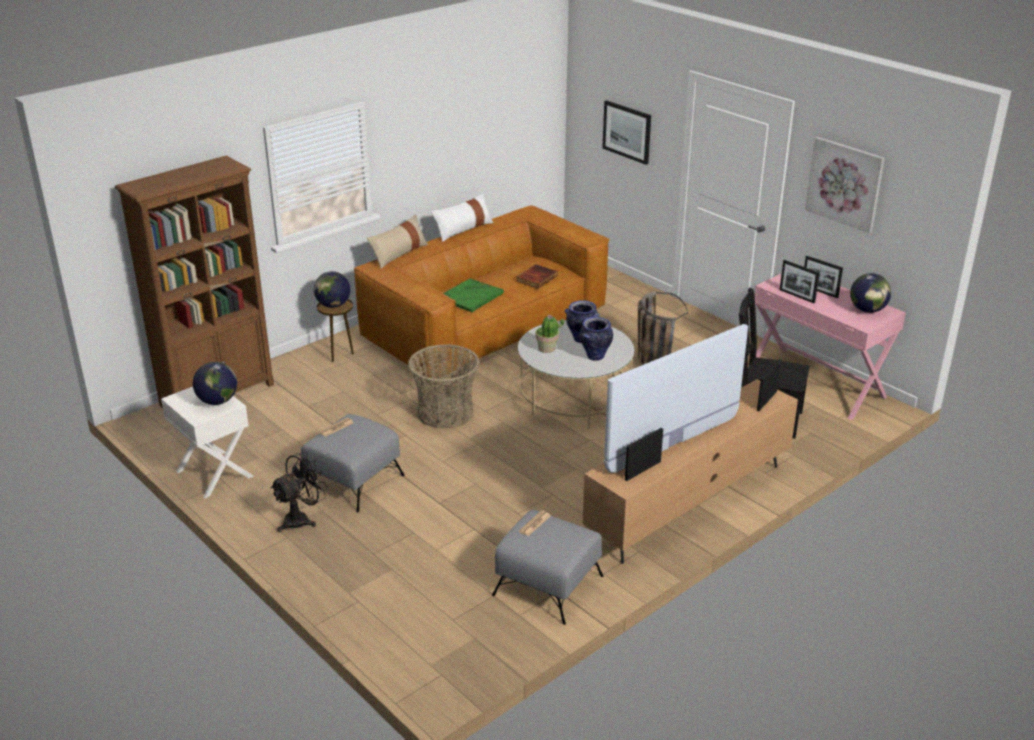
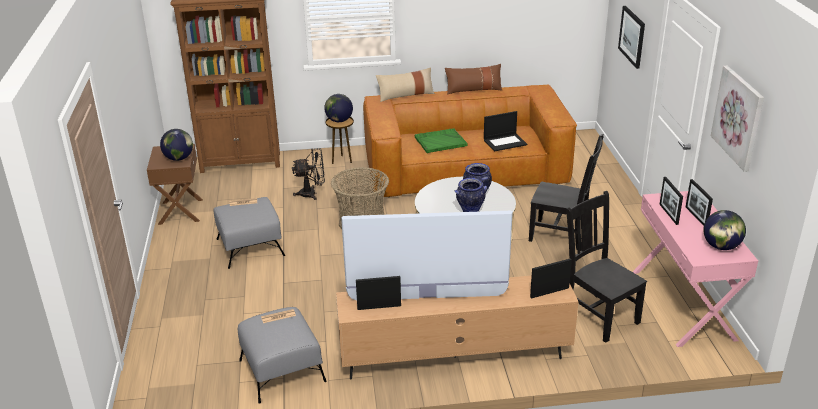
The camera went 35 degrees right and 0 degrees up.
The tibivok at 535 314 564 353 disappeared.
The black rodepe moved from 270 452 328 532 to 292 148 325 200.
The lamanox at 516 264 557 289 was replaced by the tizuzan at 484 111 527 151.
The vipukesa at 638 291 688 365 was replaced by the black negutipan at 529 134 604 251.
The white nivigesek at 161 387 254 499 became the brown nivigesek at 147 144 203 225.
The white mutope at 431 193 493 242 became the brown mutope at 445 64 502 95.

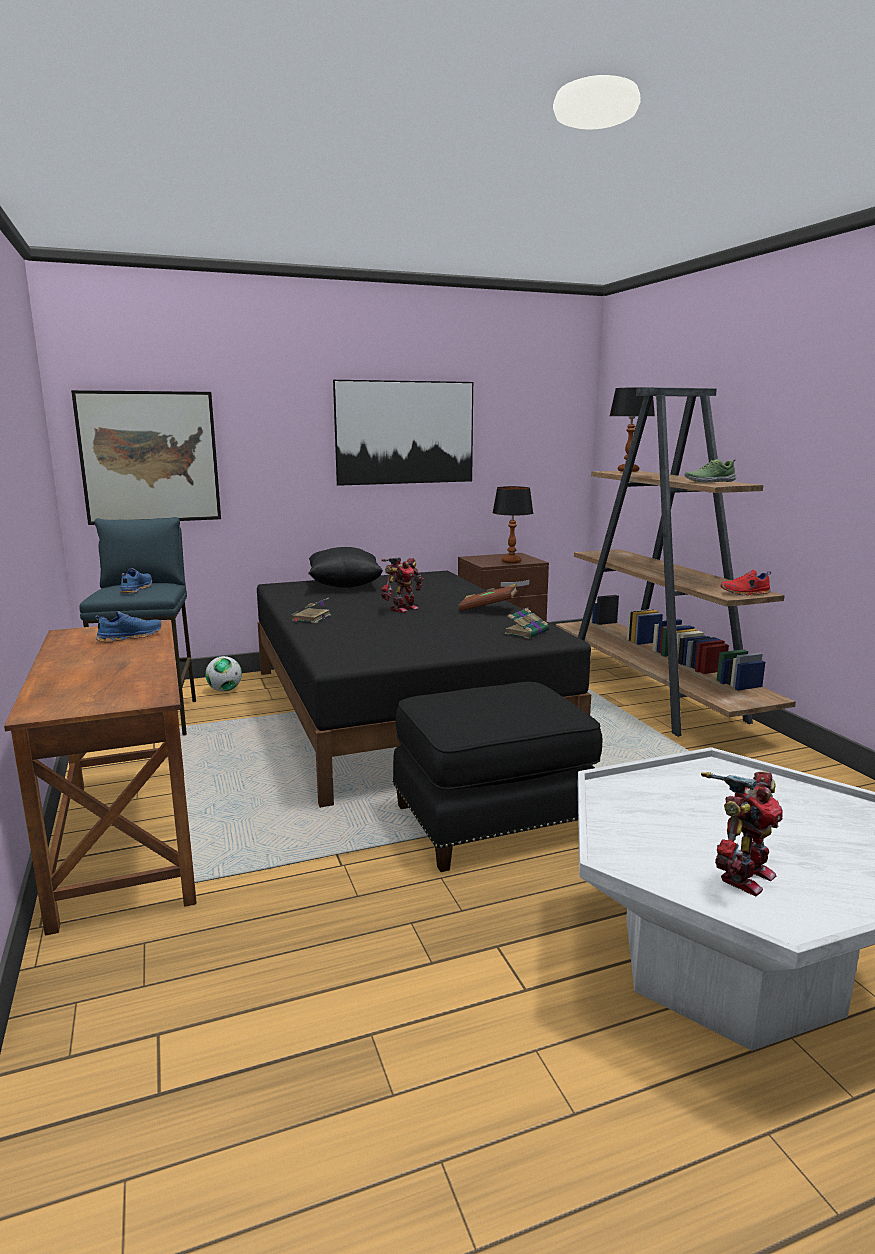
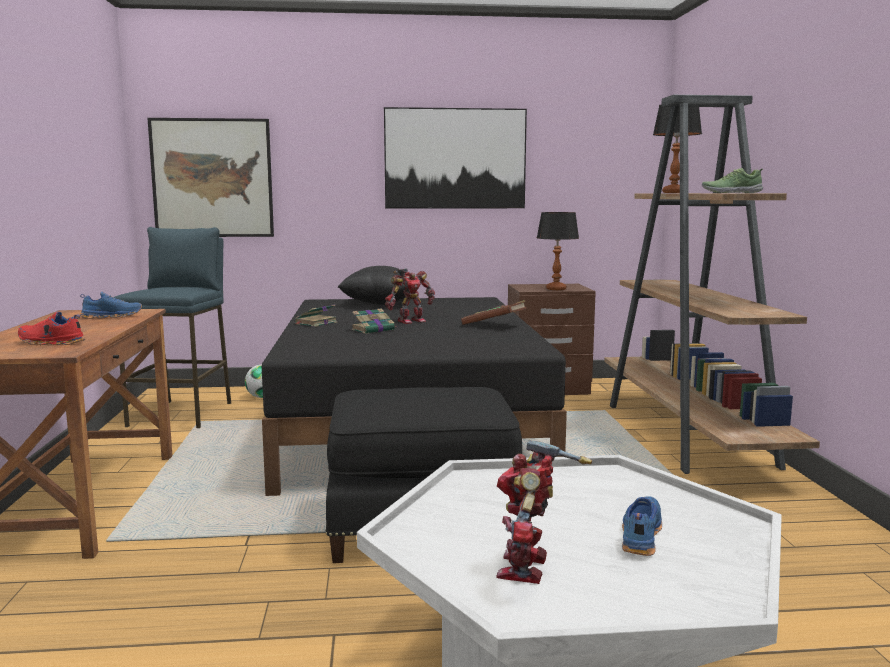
The camera went 15 degrees right and 5 degrees down.
The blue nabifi moved from 120 568 152 593 to 622 496 662 556.
The lamanox moved from 505 608 549 639 to 351 308 395 334.
The red nabifi moved from 721 570 771 595 to 18 312 85 345.
The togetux at 701 771 783 897 turned 135 degrees clockwise.

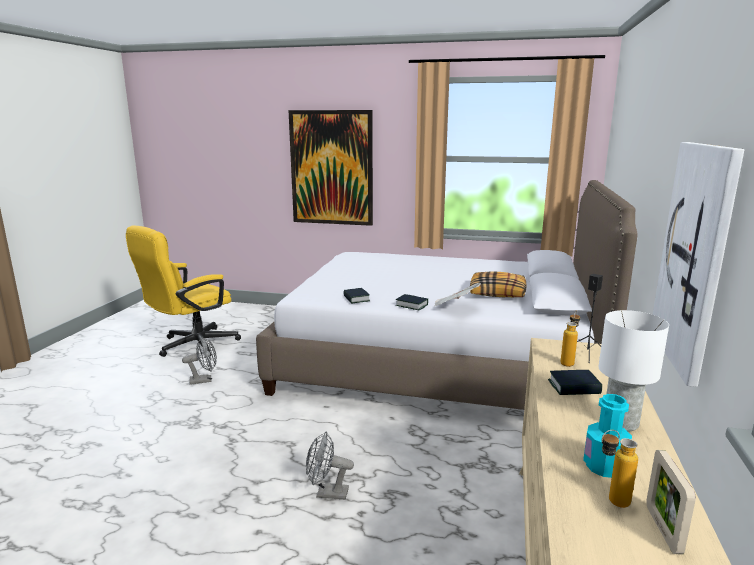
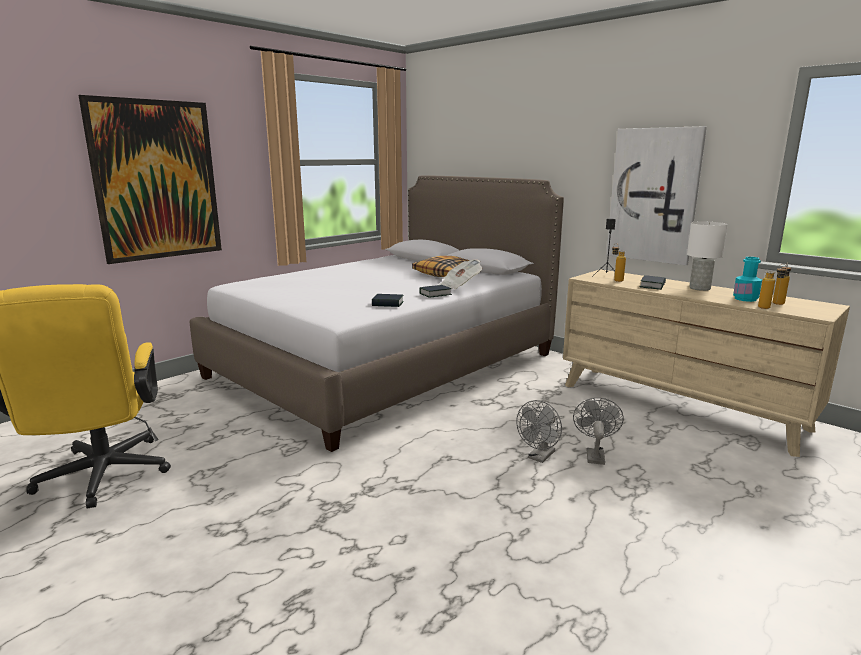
The camera went 60 degrees left and 0 degrees up.
The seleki at 646 450 696 555 disappeared.
The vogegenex at 758 264 787 309 appeared.
The grey rodepe moved from 182 337 217 385 to 573 398 624 465.

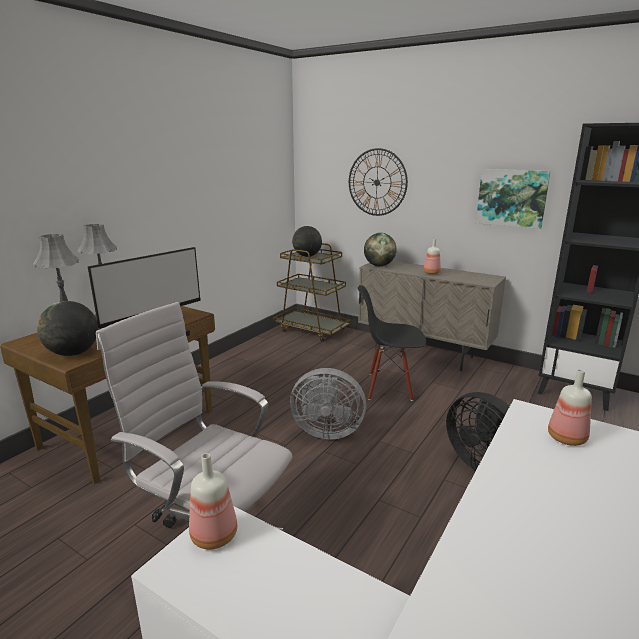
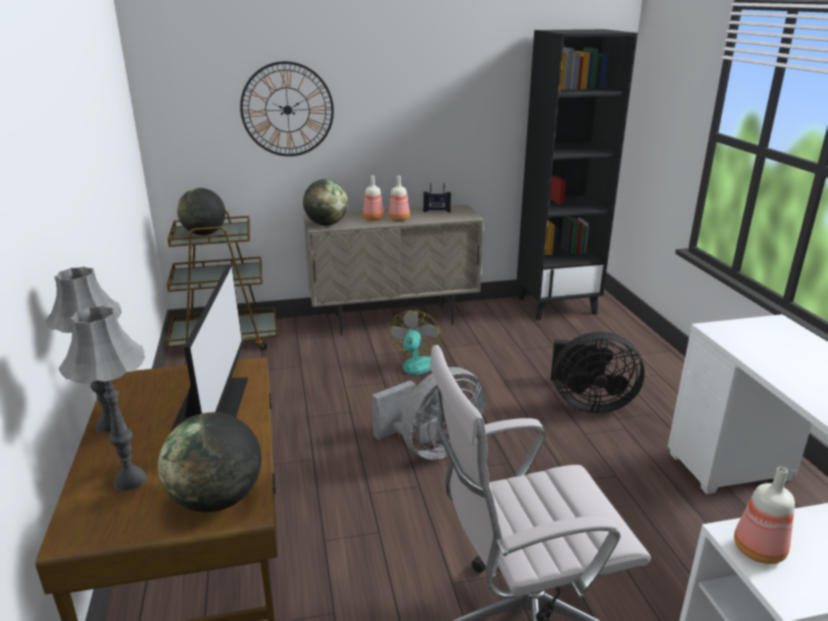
The camera went 45 degrees left and 5 degrees up.
The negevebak at 476 169 551 229 disappeared.
The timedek at 423 183 451 212 appeared.
The vogegenex moved from 548 369 592 446 to 363 176 384 221.
The black negutipan at 358 285 426 401 was replaced by the rodepe at 388 310 441 386.

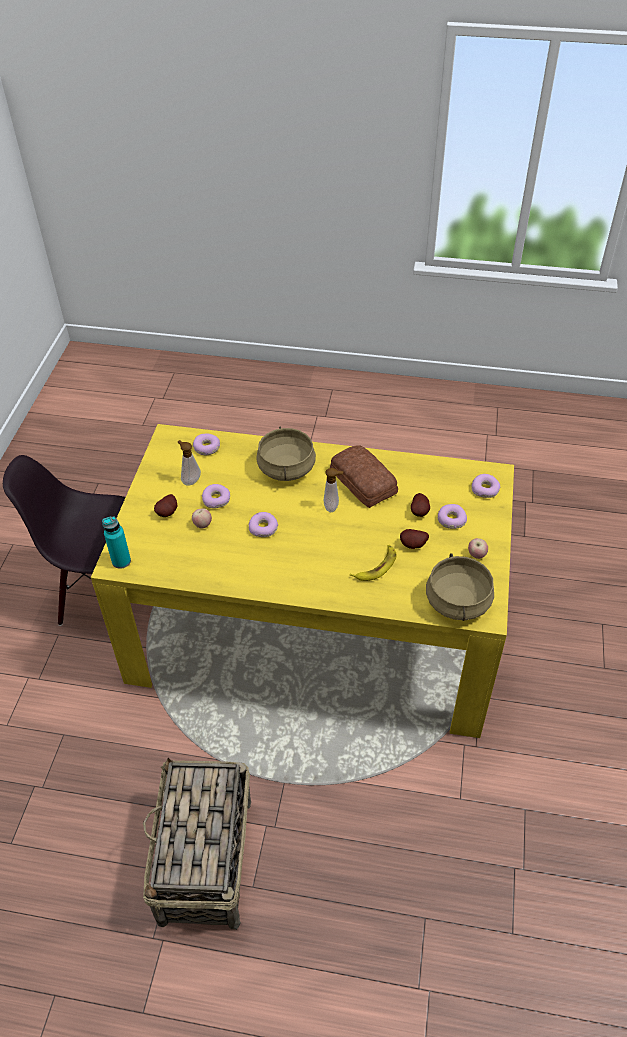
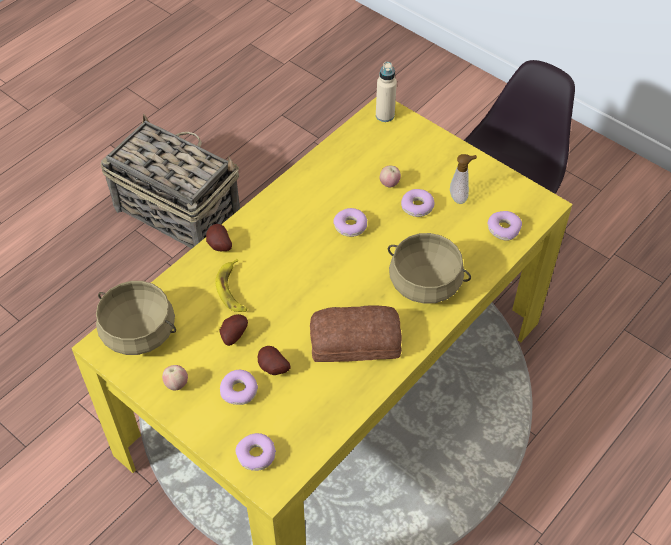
The camera went 120 degrees right and 5 degrees up.
The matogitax at 324 468 343 512 disappeared.
The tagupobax moved from 154 494 178 517 to 206 224 232 251.
The turquoise vogegenex at 102 516 131 569 became the beige vogegenex at 376 62 397 122.

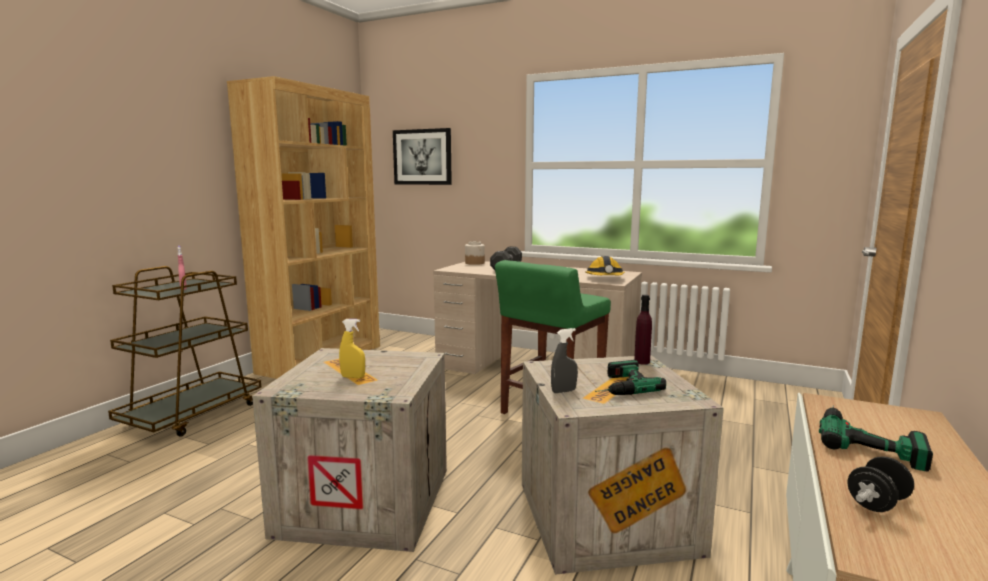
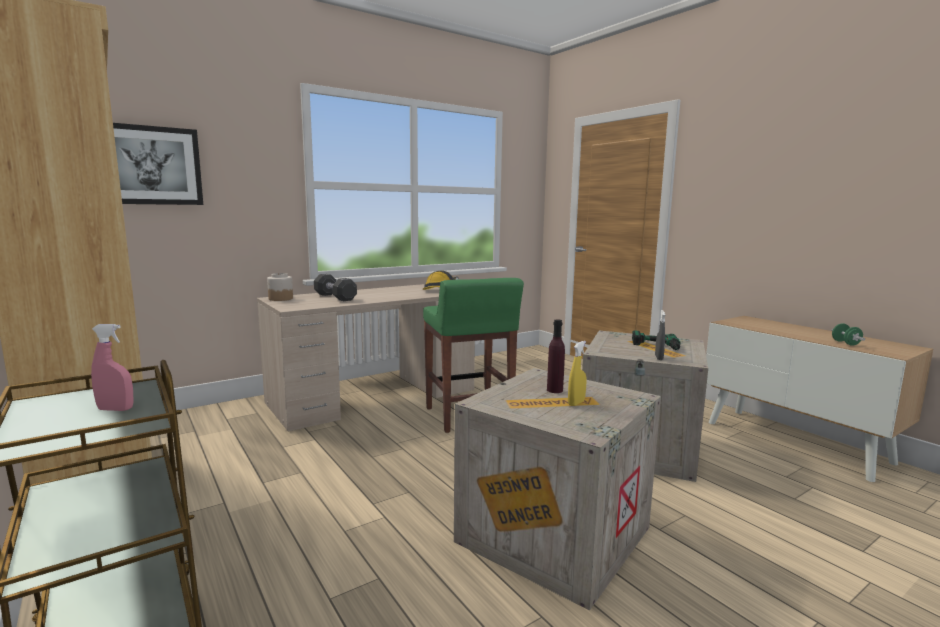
The camera went 60 degrees left and 0 degrees up.
The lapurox at 819 406 933 471 disappeared.
The purple vogegenex moved from 634 295 652 364 to 547 320 565 393.
The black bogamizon at 848 456 914 512 became the green bogamizon at 831 323 865 346.

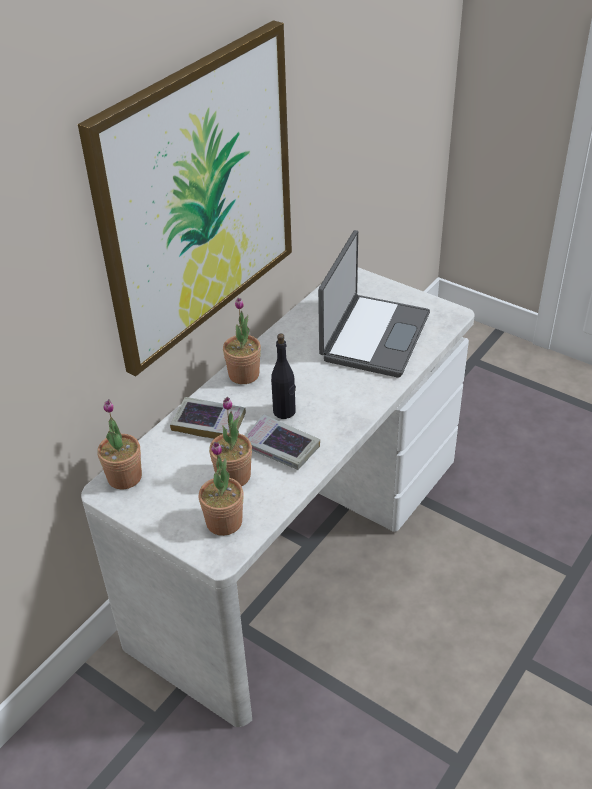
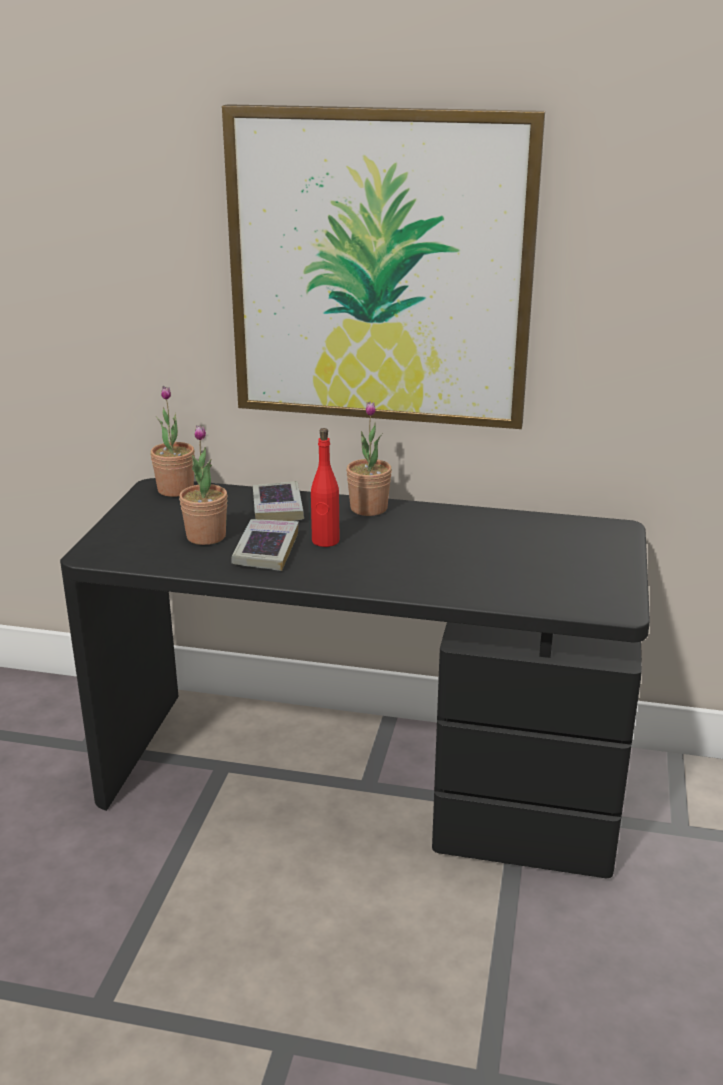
The camera went 65 degrees right and 15 degrees down.
The tibivok at 199 442 244 536 disappeared.
The tizuzan at 318 230 430 378 disappeared.
The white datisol at 81 267 475 727 became the black datisol at 60 478 650 878.
The black vogegenex at 271 334 296 419 became the red vogegenex at 311 428 339 547.

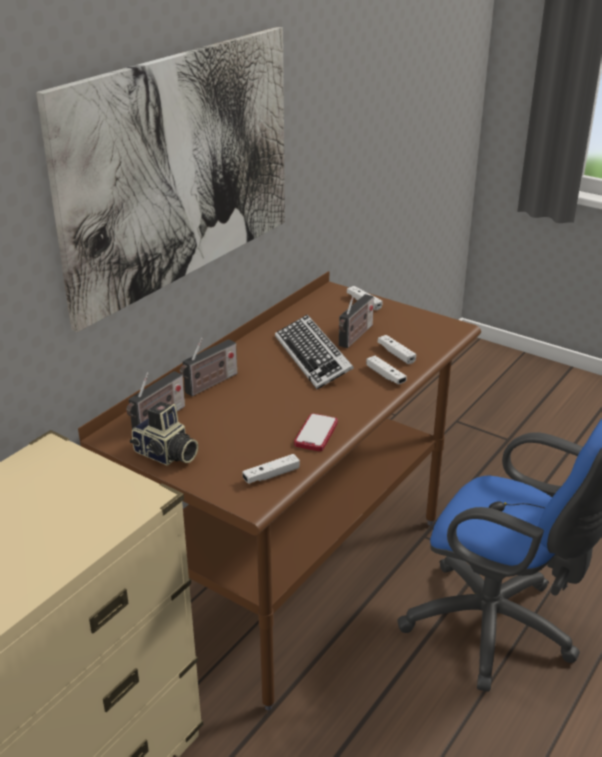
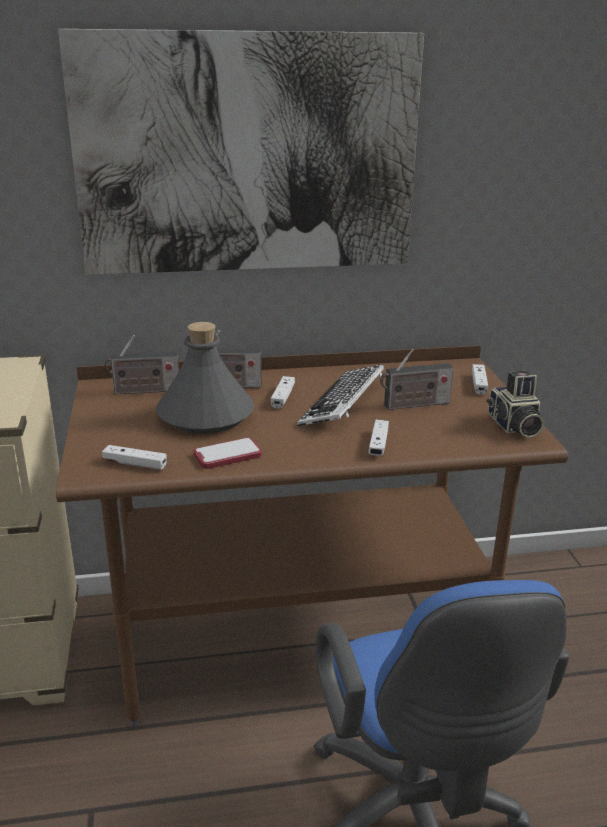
The camera went 45 degrees right and 5 degrees down.
The grey vogegenex at 156 322 254 434 appeared.
The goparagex moved from 130 402 198 466 to 487 371 544 438.
The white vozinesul moved from 378 335 416 364 to 271 376 295 409.

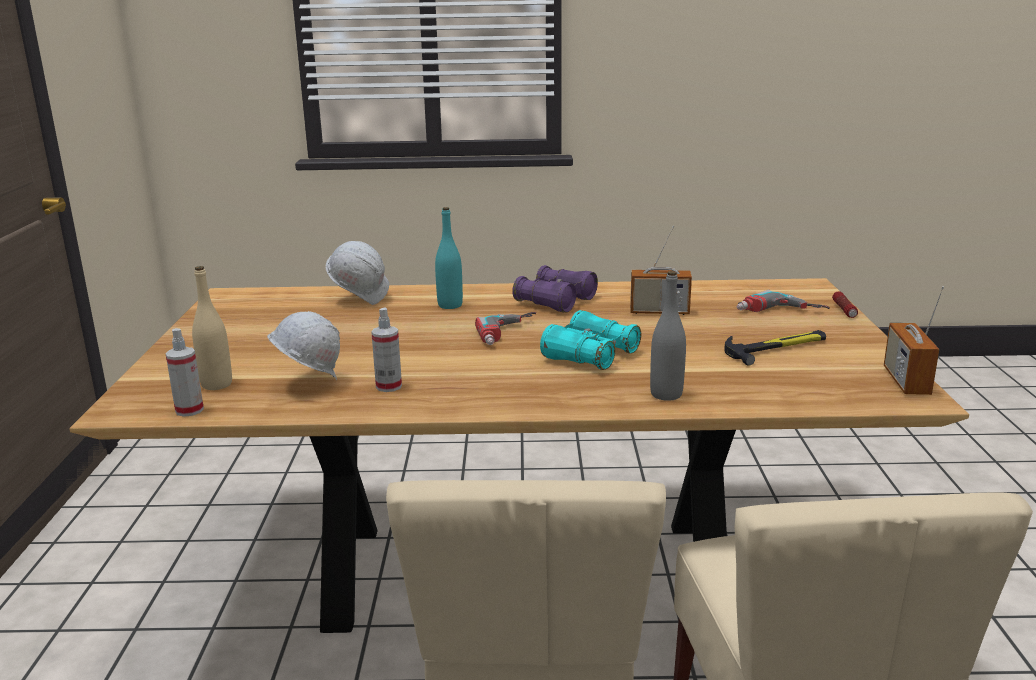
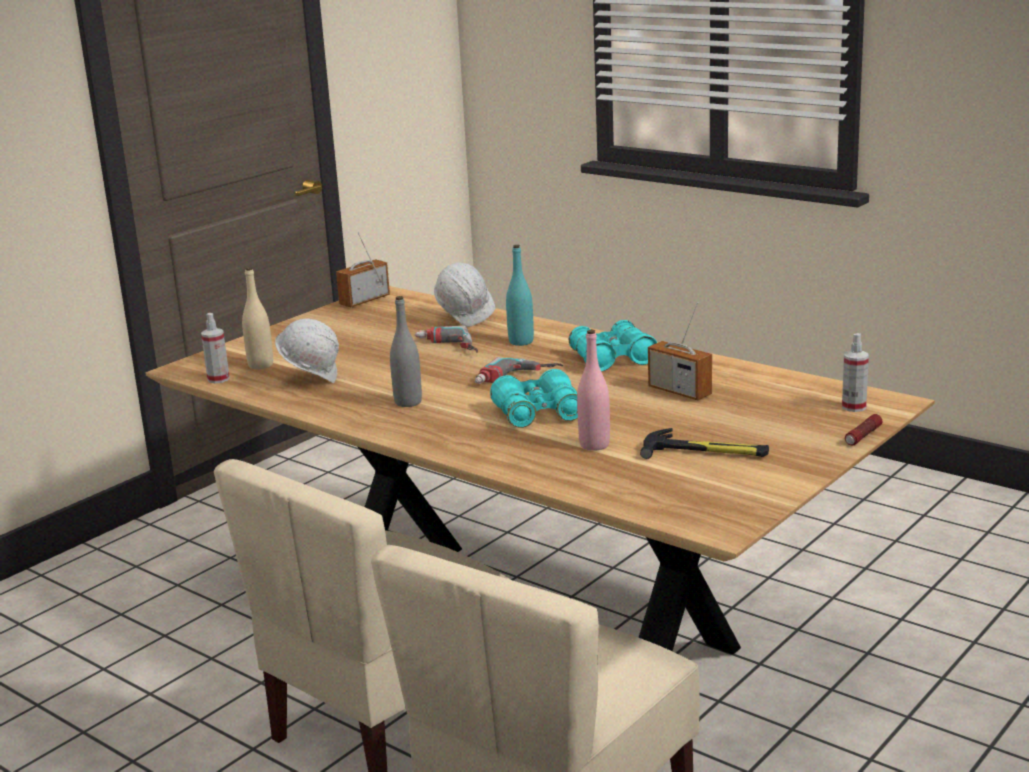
The camera went 40 degrees right and 0 degrees up.
The pink vogegenex at 577 329 610 451 appeared.
The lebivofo moved from 371 307 402 392 to 842 333 869 412.
The grey vogegenex moved from 650 271 686 401 to 390 296 422 407.
The lapurox moved from 736 290 830 312 to 415 326 478 353.
The timedek moved from 884 286 944 395 to 336 232 390 307.
The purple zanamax at 512 265 598 312 became the turquoise zanamax at 569 320 657 372.

